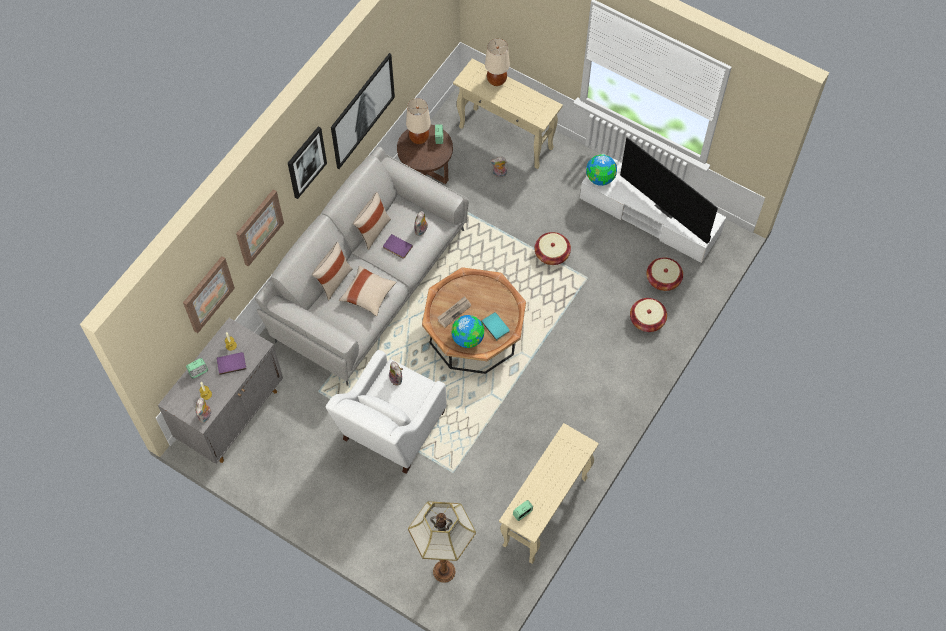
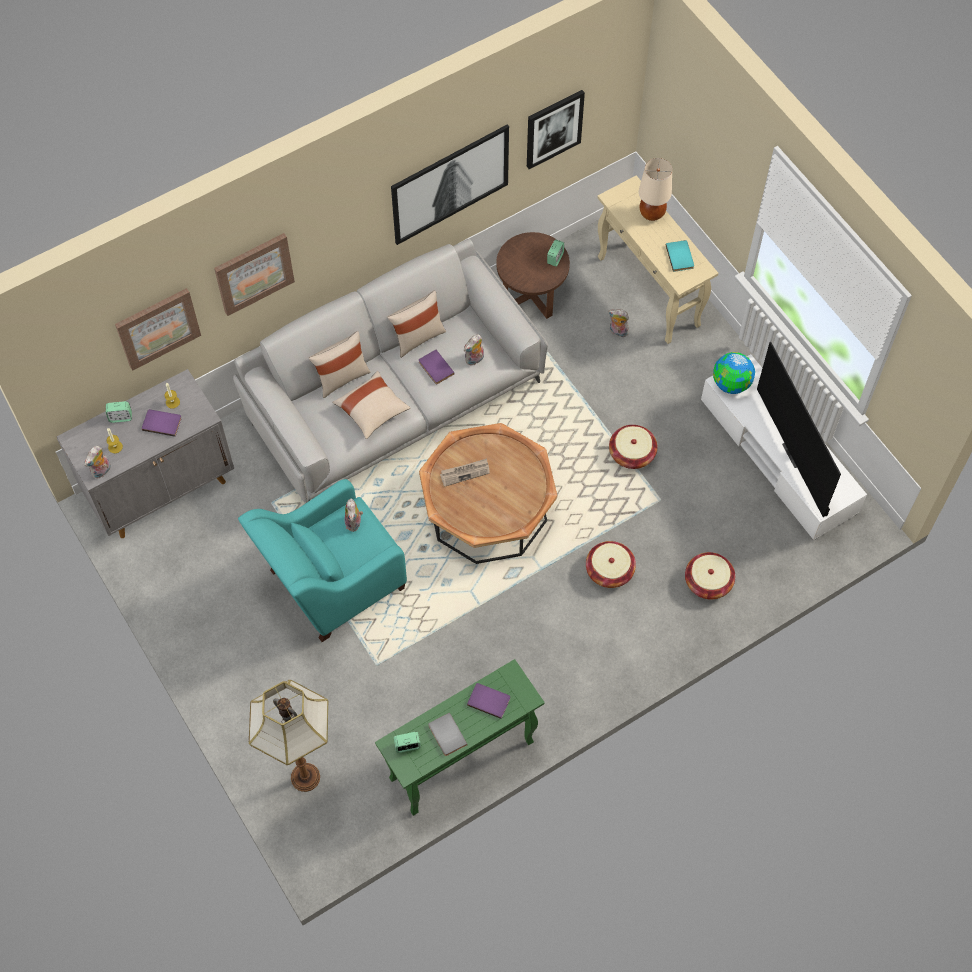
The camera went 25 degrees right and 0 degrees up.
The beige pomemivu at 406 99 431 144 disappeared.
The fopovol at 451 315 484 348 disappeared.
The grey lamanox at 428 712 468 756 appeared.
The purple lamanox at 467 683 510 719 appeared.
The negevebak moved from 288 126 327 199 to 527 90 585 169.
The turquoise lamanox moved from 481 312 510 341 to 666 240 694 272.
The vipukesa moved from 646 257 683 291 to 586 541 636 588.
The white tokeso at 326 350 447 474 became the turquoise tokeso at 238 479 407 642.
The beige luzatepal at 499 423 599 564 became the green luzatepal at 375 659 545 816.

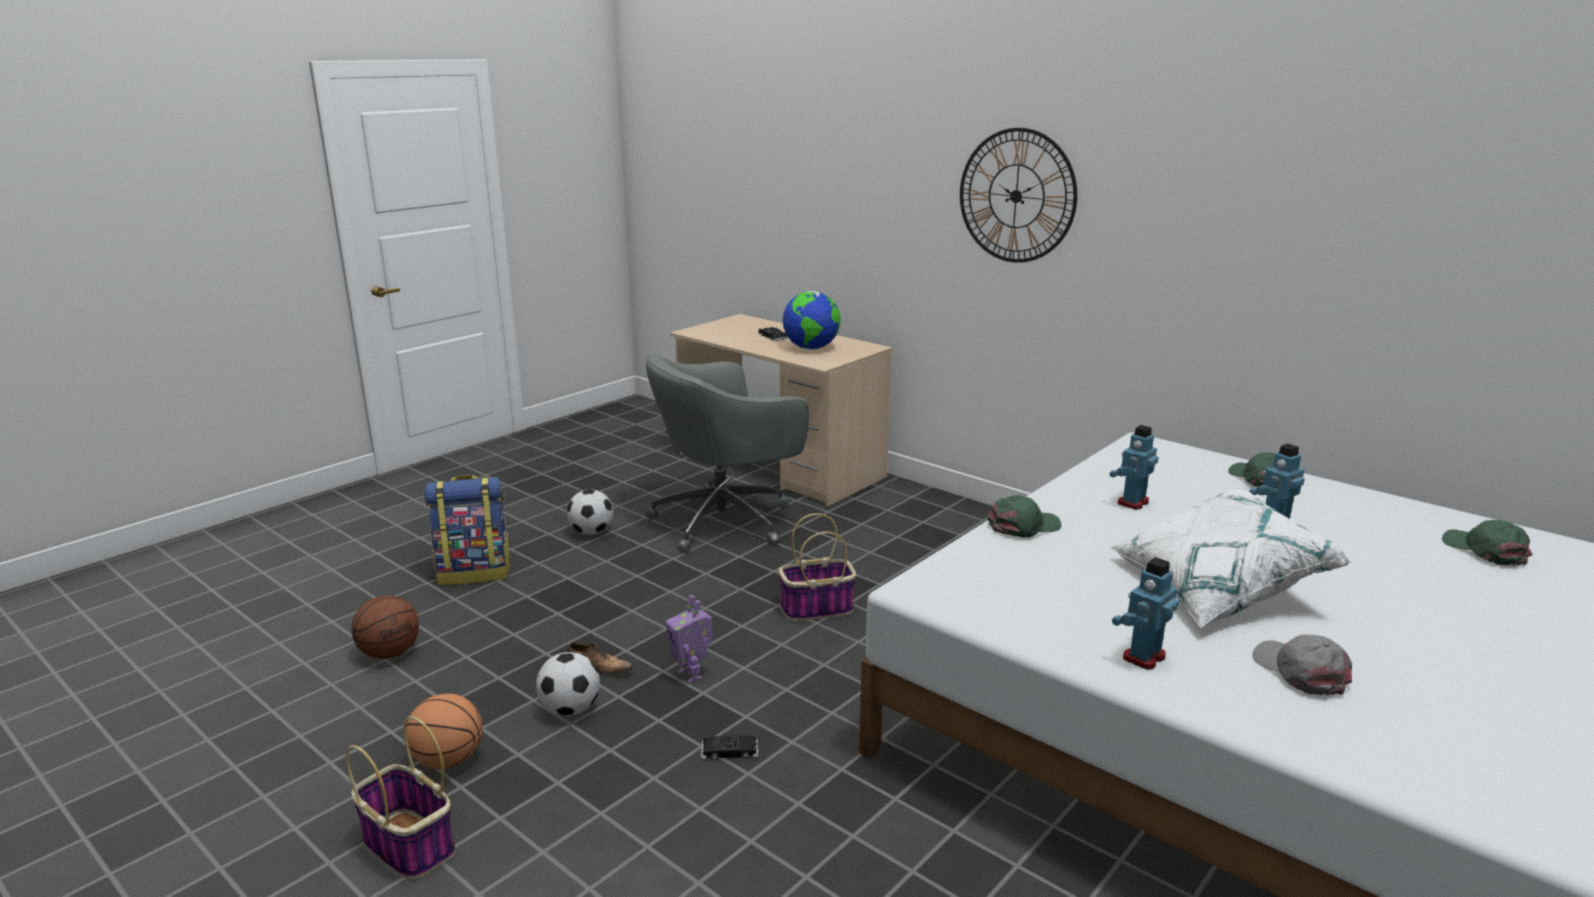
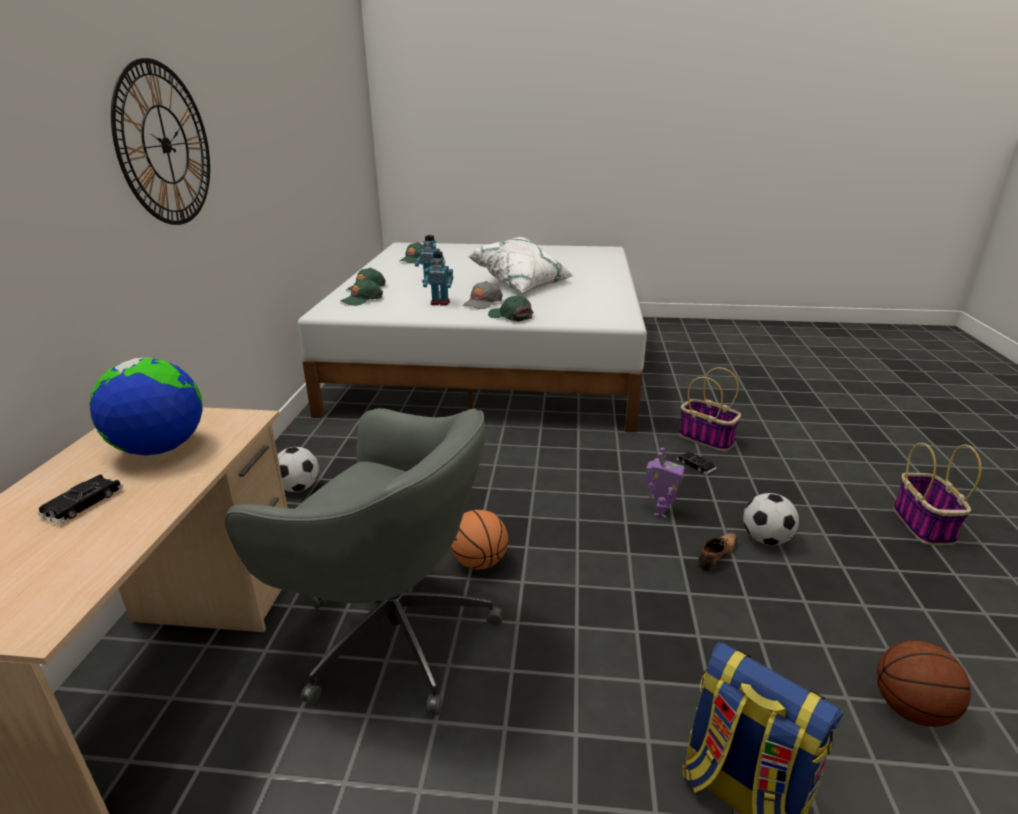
The camera went 125 degrees left and 5 degrees up.
The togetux at 1112 557 1179 670 disappeared.
The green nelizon at 341 279 383 306 appeared.
The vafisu moved from 406 694 483 769 to 451 510 508 570.
The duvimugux moved from 567 489 613 535 to 277 447 319 492.
The vipukesa moved from 778 513 856 621 to 679 367 741 451.
The grey nelizon moved from 1252 634 1352 695 to 463 281 503 309.
The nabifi at 567 642 633 675 turned 60 degrees clockwise.

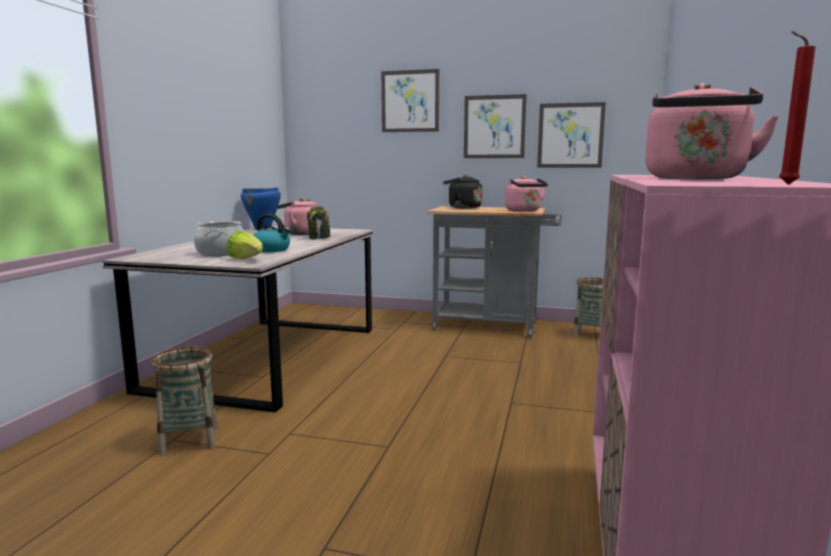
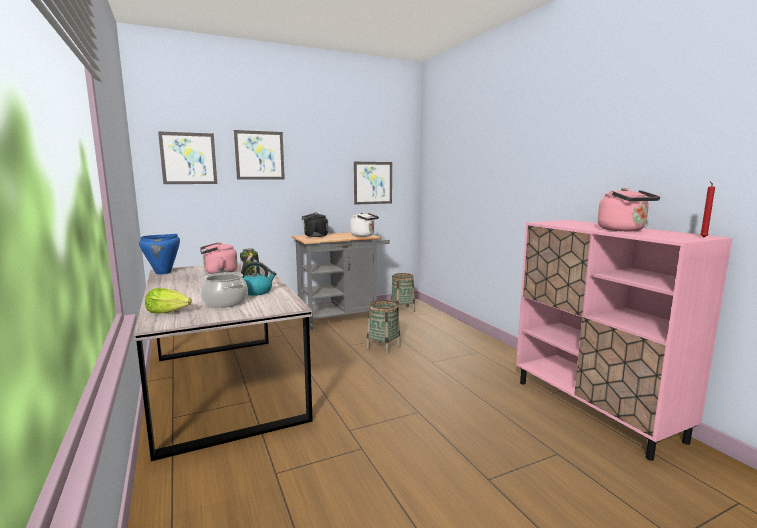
The camera went 40 degrees left and 0 degrees up.
The vipukesa moved from 151 347 218 456 to 366 300 401 354.
The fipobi moved from 227 231 263 259 to 145 288 192 313.
The negevebak moved from 464 94 527 158 to 158 131 217 184.
The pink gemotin at 505 176 548 212 became the white gemotin at 350 212 379 237.

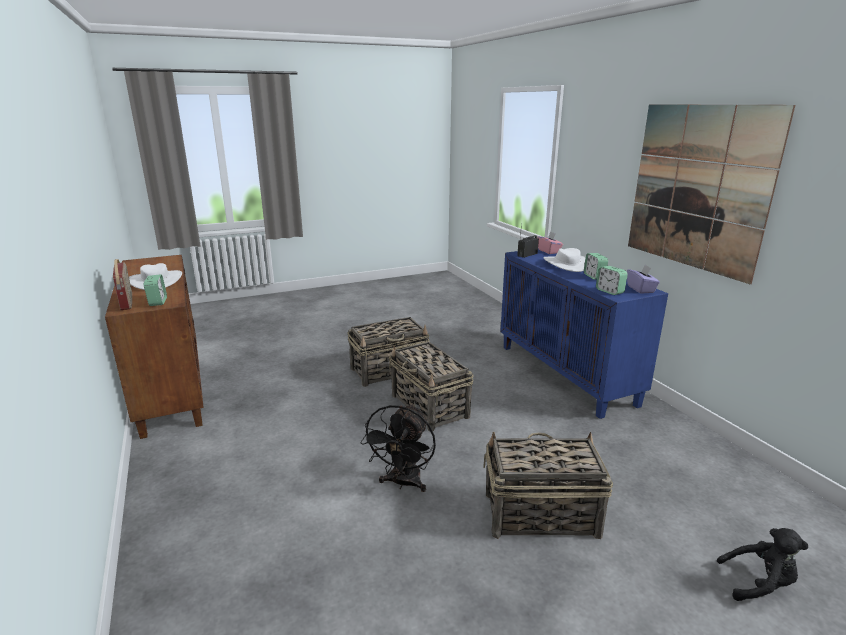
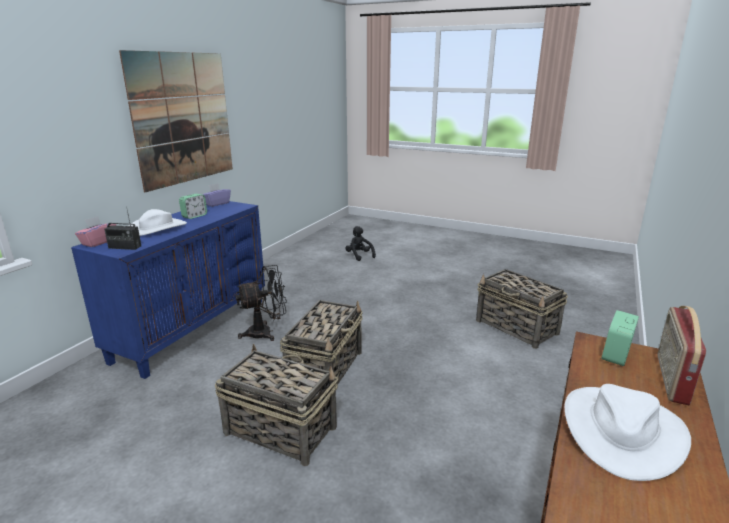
The camera went 130 degrees left and 0 degrees up.
The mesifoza at 596 266 628 295 disappeared.
The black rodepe moved from 360 404 436 492 to 235 265 287 341.
The vipukesa moved from 483 431 613 539 to 476 269 568 349.

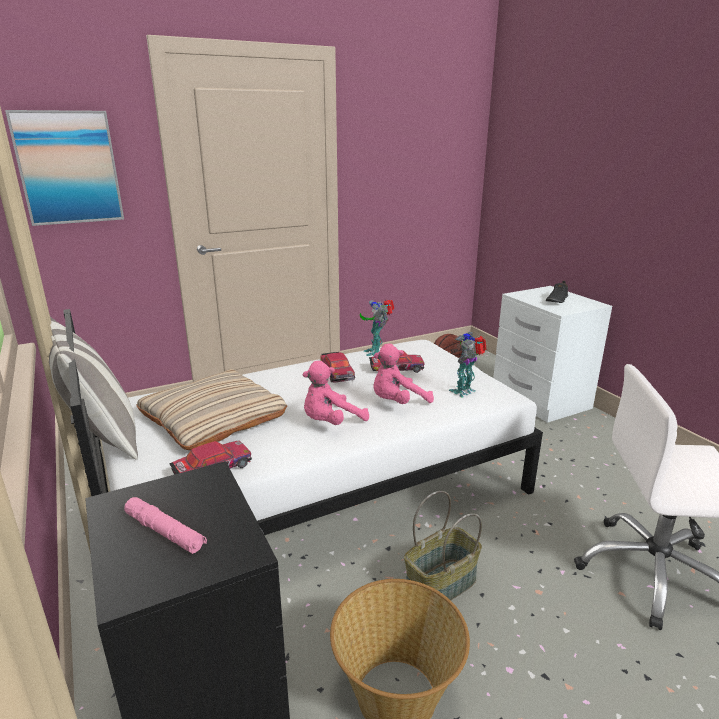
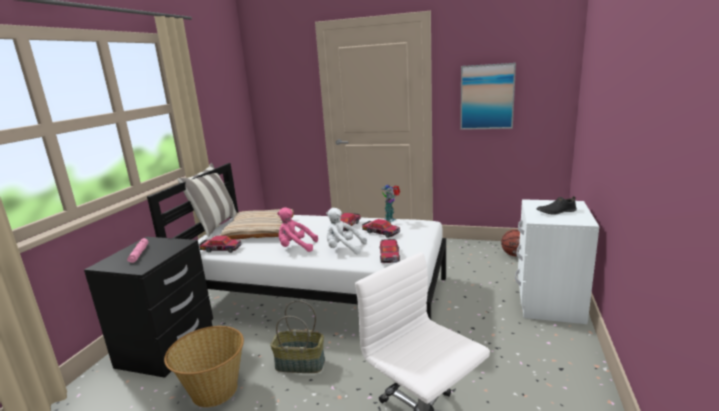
The camera went 45 degrees right and 5 degrees down.
The negevebak moved from 5 110 124 226 to 460 63 516 130.
The togetux at 449 332 487 398 was replaced by the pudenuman at 379 239 400 263.
The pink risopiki at 373 344 434 404 became the white risopiki at 326 208 367 254.

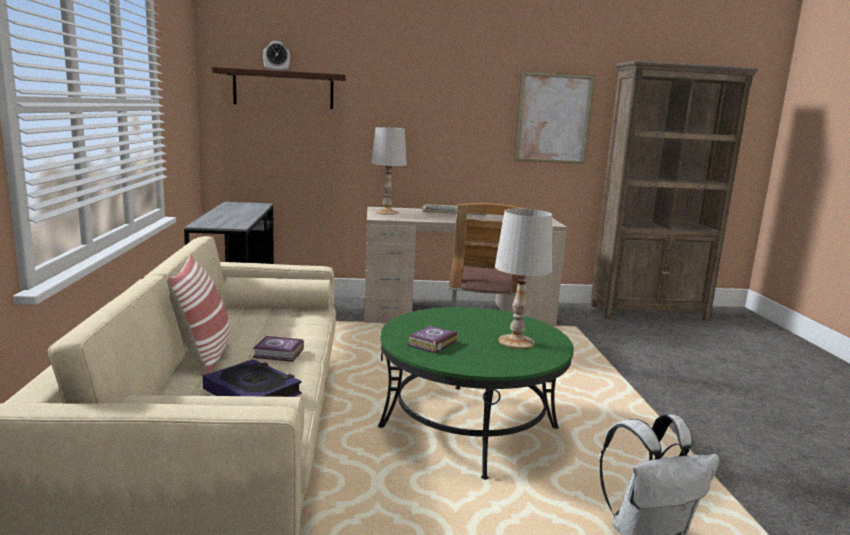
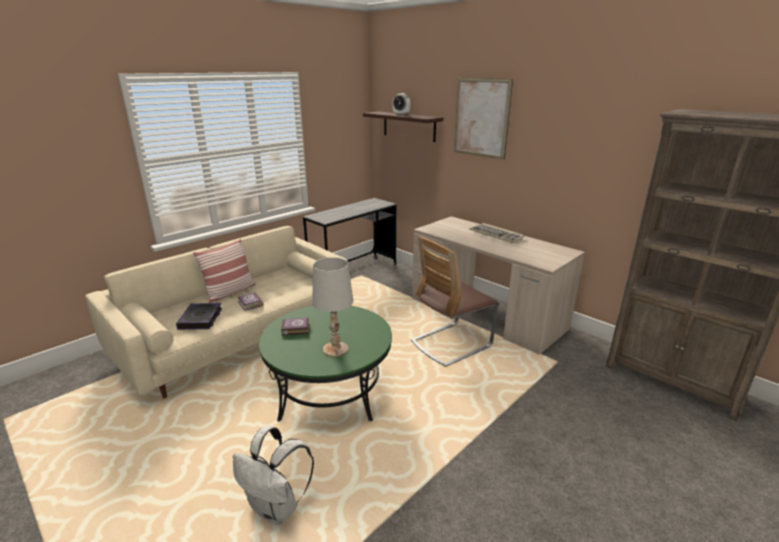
The camera went 50 degrees right and 10 degrees up.
The white pomemivu at 371 127 407 215 disappeared.
The negevebak moved from 514 71 595 164 to 454 78 513 159.

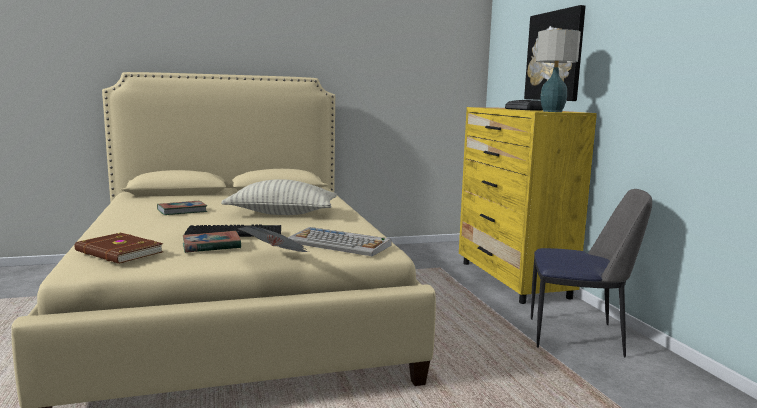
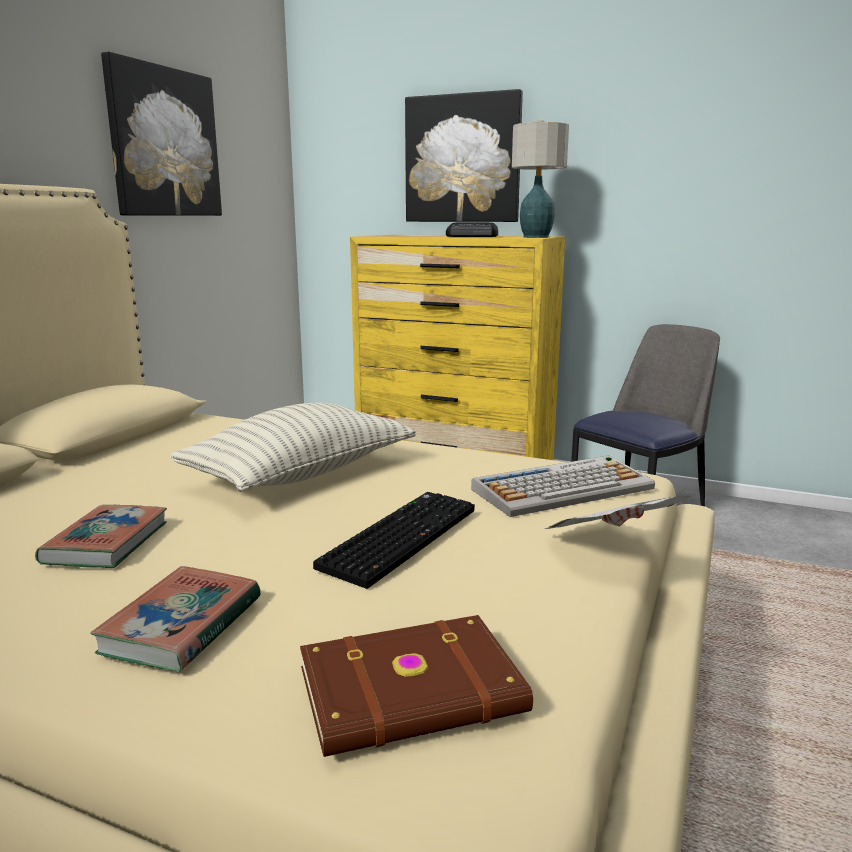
The camera went 50 degrees left and 5 degrees up.
The negevebak at 101 52 222 216 appeared.
The lamanox moved from 183 231 241 253 to 90 566 261 672.

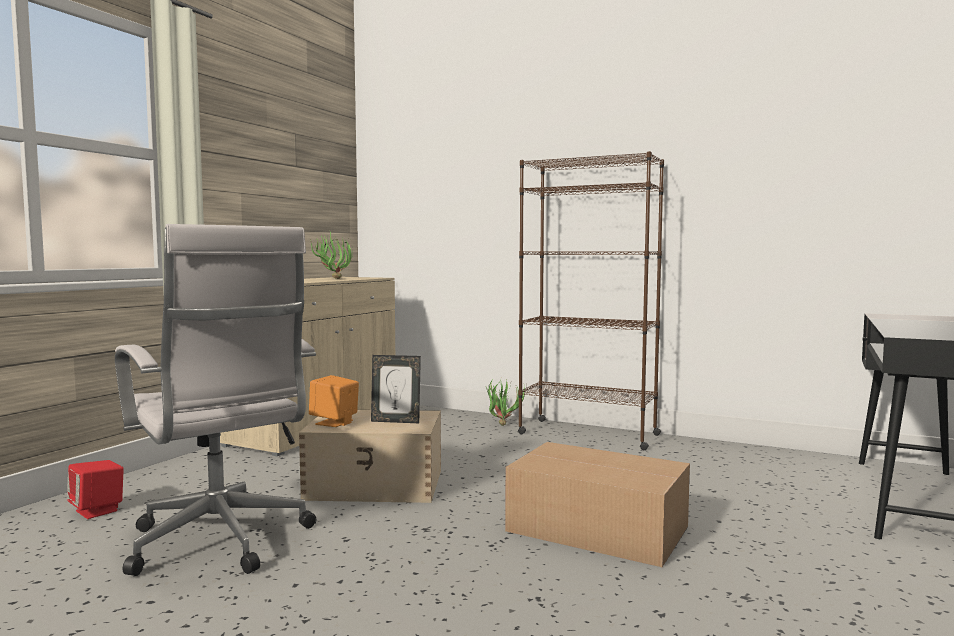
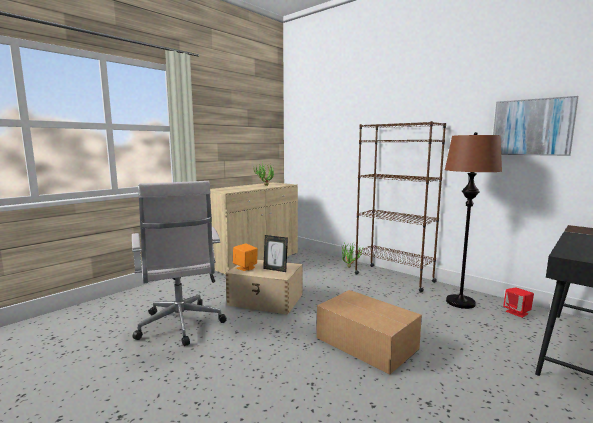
The camera went 15 degrees right and 5 degrees up.
The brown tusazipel at 445 132 502 309 appeared.
The negevebak at 493 96 579 156 appeared.
The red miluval moved from 67 460 124 519 to 503 287 534 318.

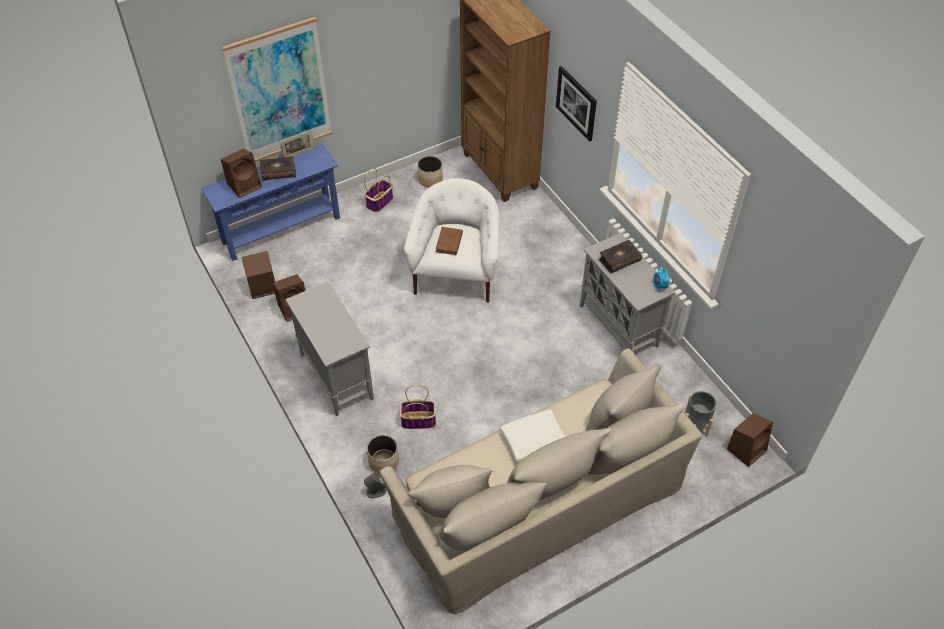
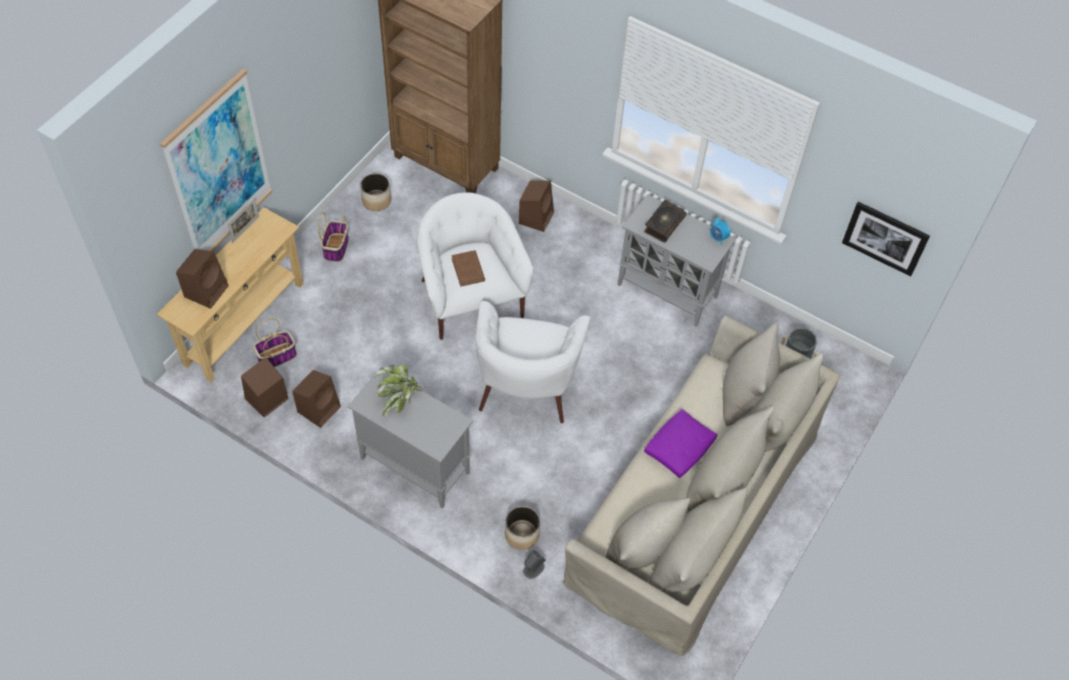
The camera went 30 degrees left and 5 degrees up.
The lamanox at 260 156 296 181 disappeared.
The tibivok at 374 365 422 416 appeared.
The white tokeso at 475 301 590 423 appeared.
The vipukesa moved from 399 385 436 429 to 253 318 297 367.
The negevebak moved from 556 66 597 142 to 842 202 930 277.
The brown miluval moved from 727 413 773 467 to 519 180 554 232.
The blue luzatepal at 201 144 340 261 became the beige luzatepal at 156 207 304 382.
The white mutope at 500 410 566 463 became the purple mutope at 644 409 717 478.

